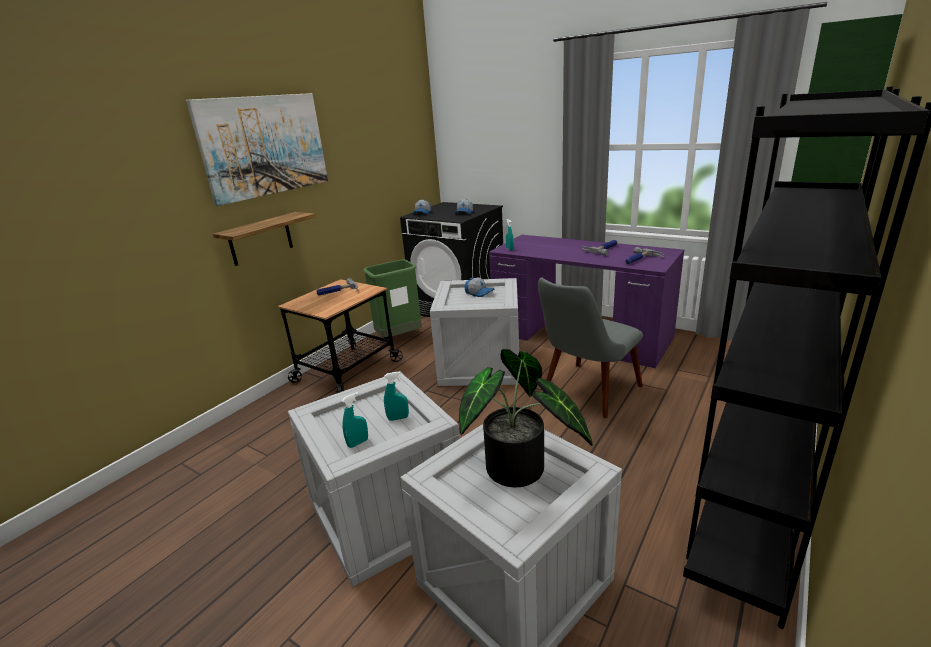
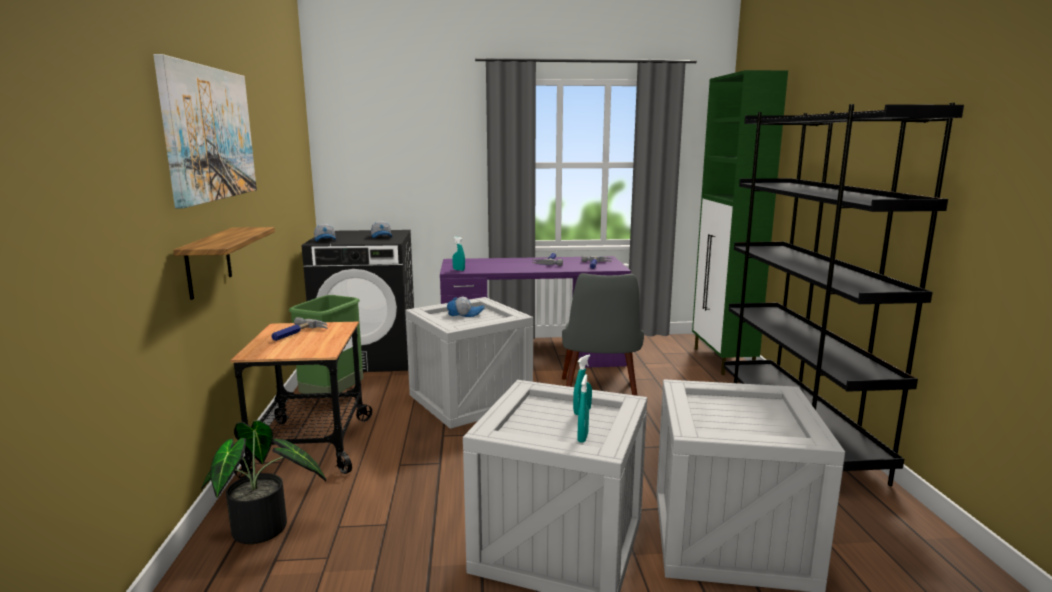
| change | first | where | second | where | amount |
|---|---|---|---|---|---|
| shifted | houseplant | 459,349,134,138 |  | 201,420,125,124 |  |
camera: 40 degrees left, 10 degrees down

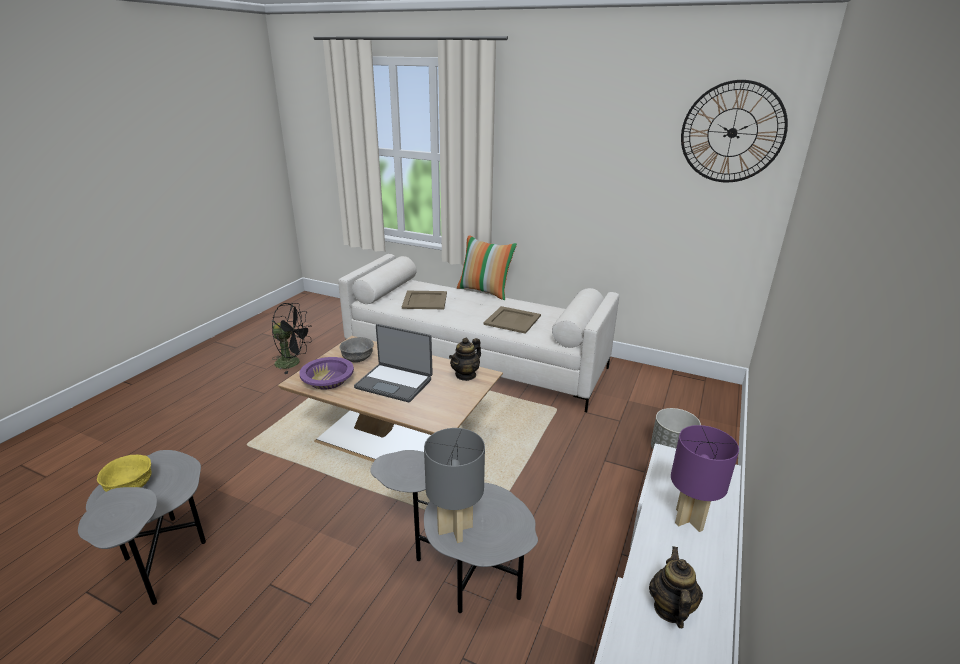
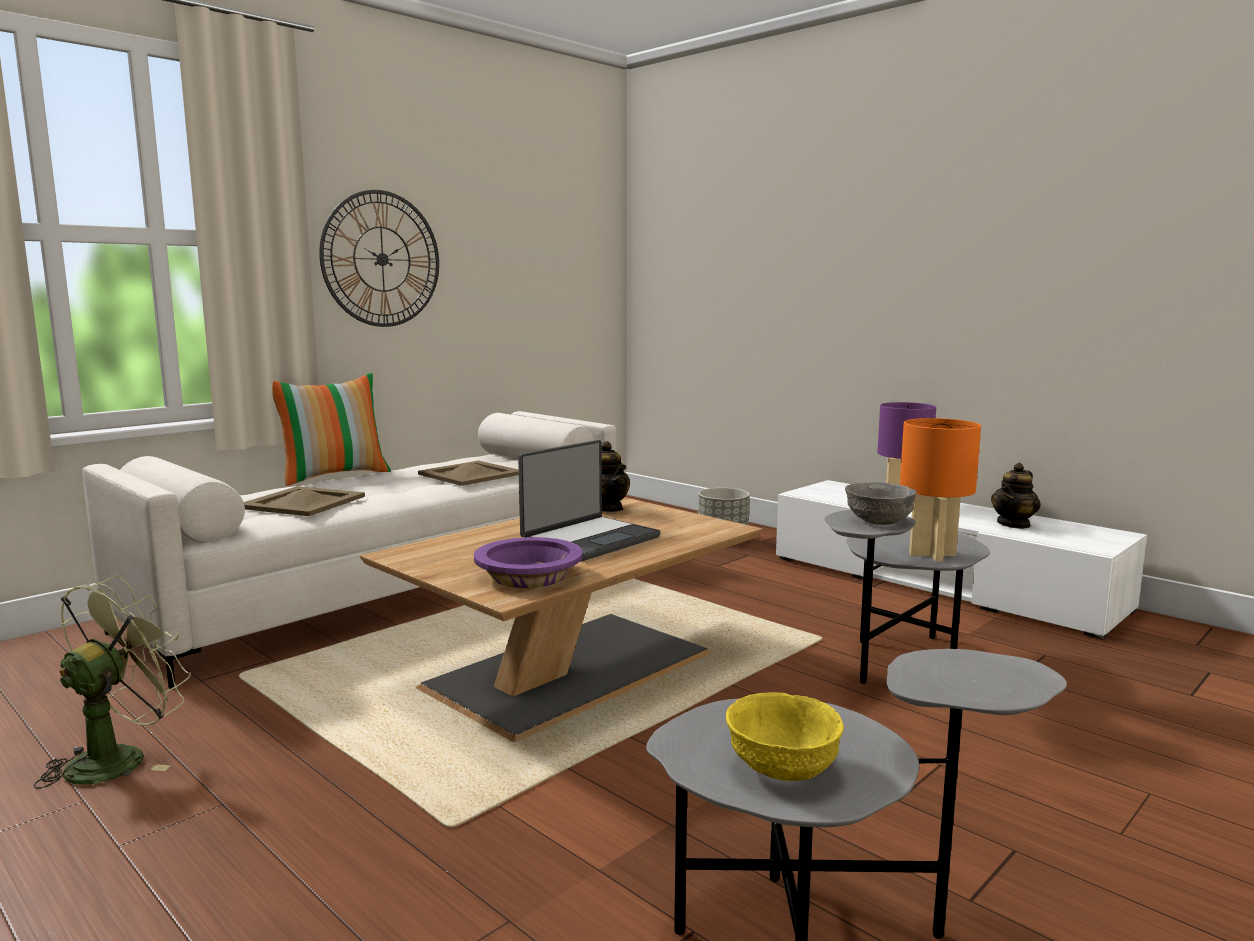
| change | first | where | second | where | amount |
|---|---|---|---|---|---|
| repainted | black-coloured electric fan | 272,303,40,71 | green electric fan | 34,575,157,214 |  |
| shifted | wall clock | 681,80,107,102 |  | 319,190,120,137 |  |
| shifted | greyish deep dish | 339,337,35,26 |  | 845,482,71,43 |  |
| repainted | greyish table lamp | 424,428,61,115 | orange table lamp | 900,418,81,144 |  |
| rotated | pot for tea | 649,546,54,82 |  | 991,463,50,66 | 75 degrees counterclockwise |
camera: 70 degrees left, 15 degrees down

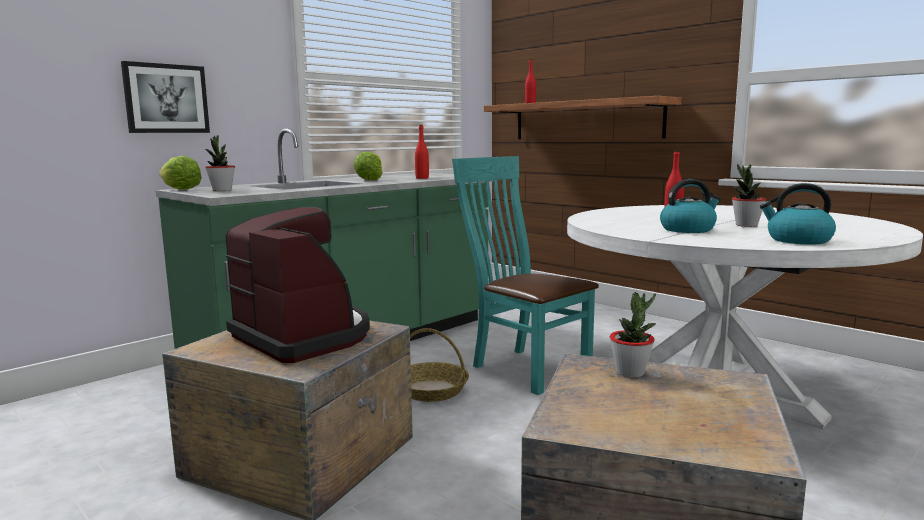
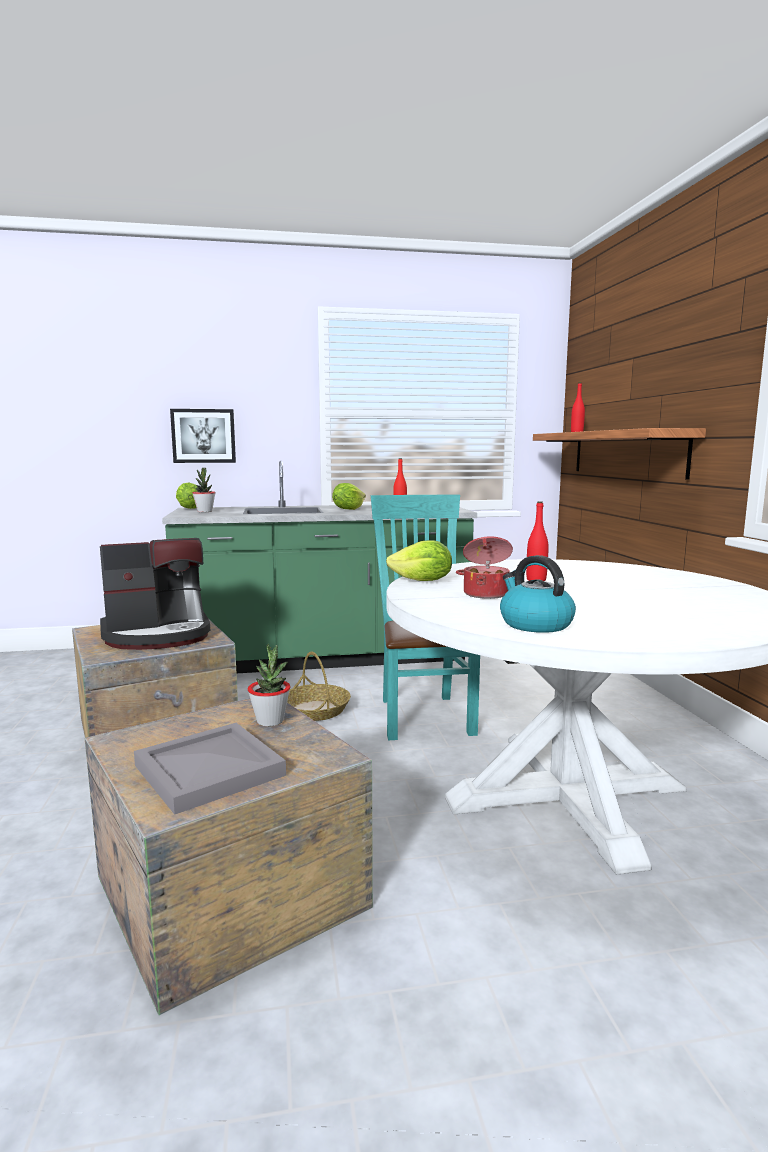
| change | first | where | second | where | amount |
|---|---|---|---|---|---|
| rotated | coffee maker | 225,207,145,156 |  | 100,538,110,112 | 75 degrees clockwise |
| new |  |  | greyish carrying tray | 134,723,152,92 |  |
| new |  |  | lettuce head | 386,540,66,41 |  |
| swapped | kettle | 660,179,61,54 | stockpot | 456,537,57,62 |  |
| gone | houseplant | 732,164,34,63 |  |  |  |
camera: 35 degrees right, 0 degrees up

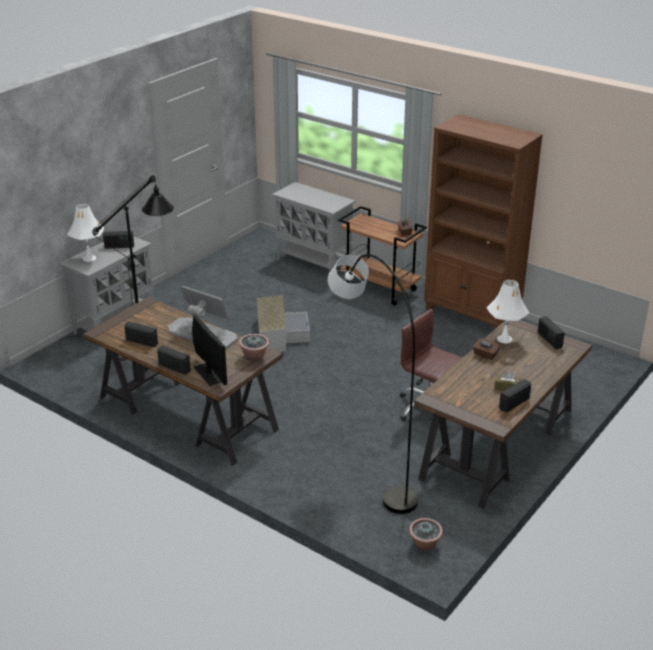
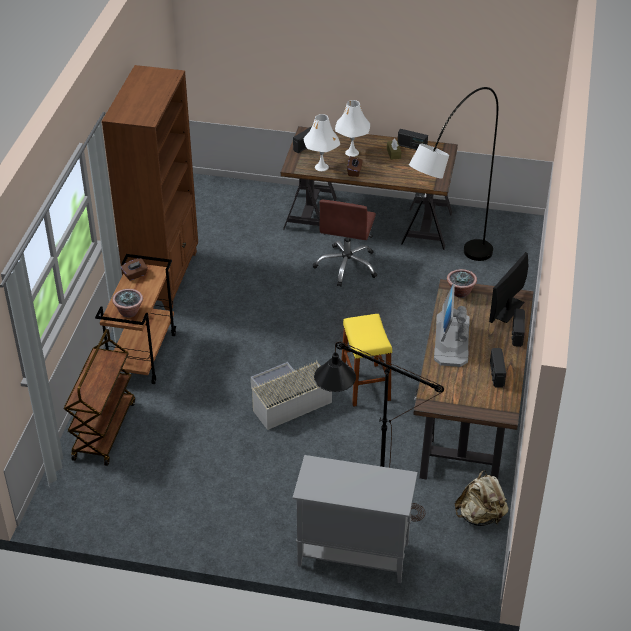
| change | first | where | second | where | amount |
|---|---|---|---|---|---|
| swapped | greyish cupboard | 272,182,84,89 | brownish cart | 64,329,71,137 |  |
| shifted | houseplant | 409,518,34,33 |  | 112,289,31,29 |  |
| shifted | whitish table lamp | 67,204,37,58 |  | 335,100,35,57 |  |
| new |  |  | yellow-coloured sitting stool | 341,314,51,93 |  |
| new |  |  | sand-coloured knapsack | 455,470,54,56 |  |
| gone | radio receiver | 103,231,31,18 |  |  |  |
camera: 115 degrees left, 10 degrees up

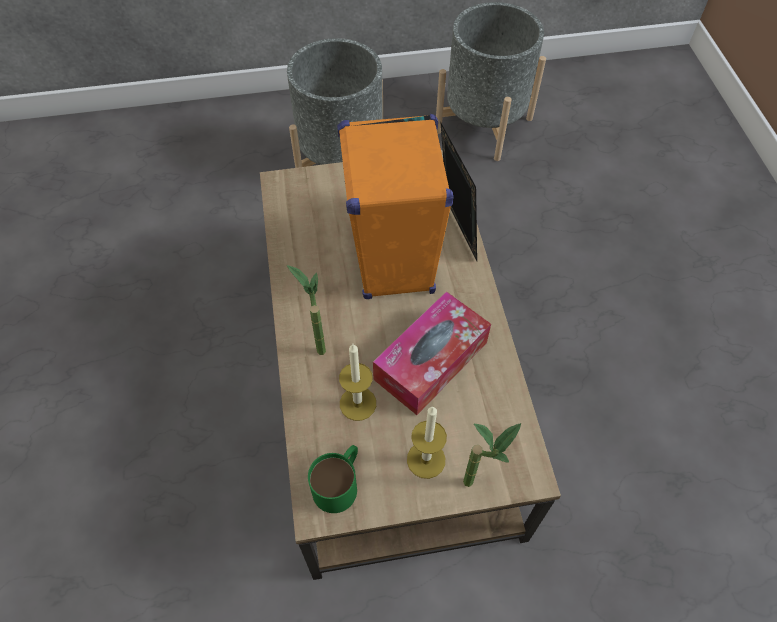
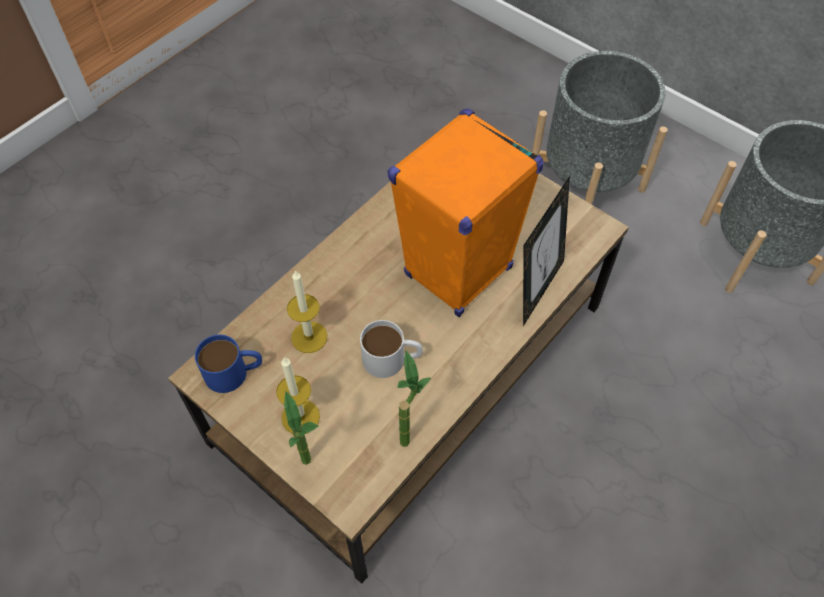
| change | first | where | second | where | amount |
|---|---|---|---|---|---|
| repainted | green mug | 308,445,50,68 | blue-coloured mug | 195,335,67,58 |  |
| swapped | tissue holder | 373,291,118,124 | whitish mug | 360,320,63,58 |  |
| shifted | houseplant | 287,265,39,90 |  | 398,351,33,96 |  |
camera: 50 degrees right, 0 degrees up

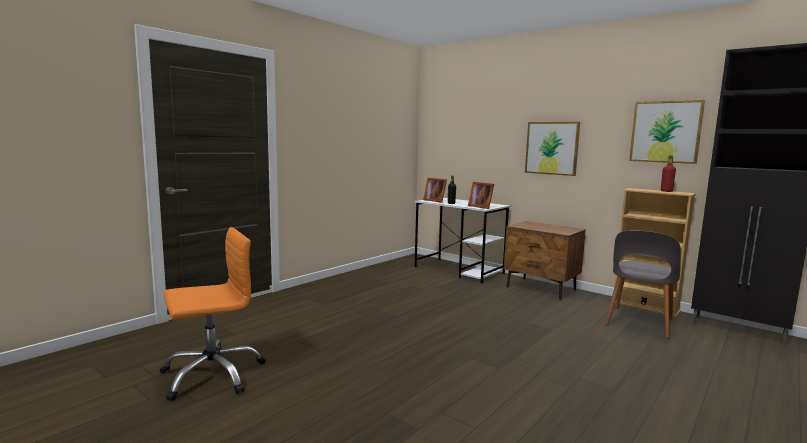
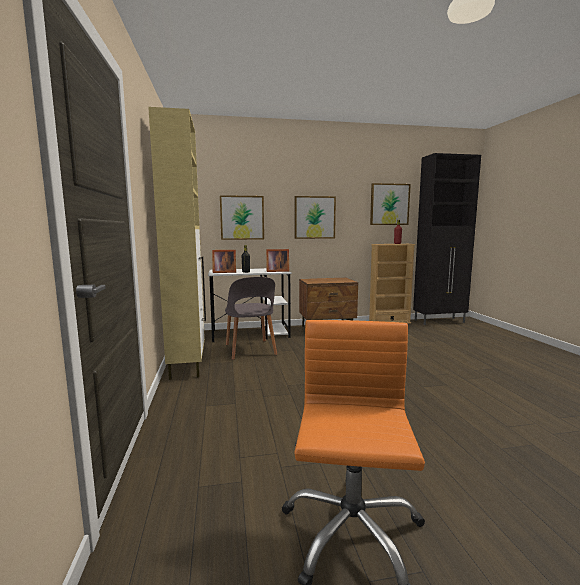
| change | first | where | second | where | amount |
|---|---|---|---|---|---|
| new |  |  | sand-coloured cupboard | 148,107,58,273 |  |
| new |  |  | picture | 220,195,44,45 |  |
| shifted | greyish upright chair | 605,230,76,108 |  | 225,277,52,83 |  |
camera: 50 degrees left, 0 degrees up

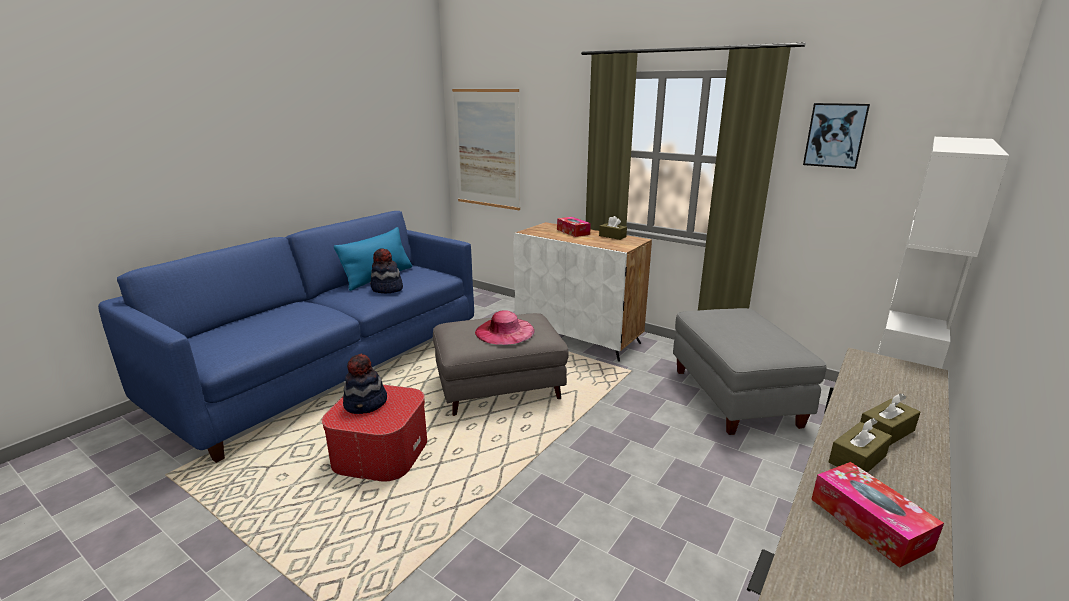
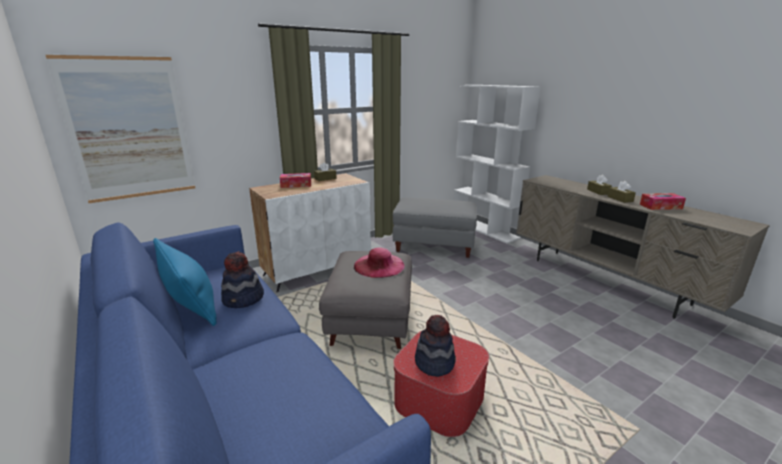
| change | first | where | second | where | amount |
|---|---|---|---|---|---|
| gone | picture | 803,103,67,66 |  |  |  |
camera: 70 degrees left, 0 degrees up

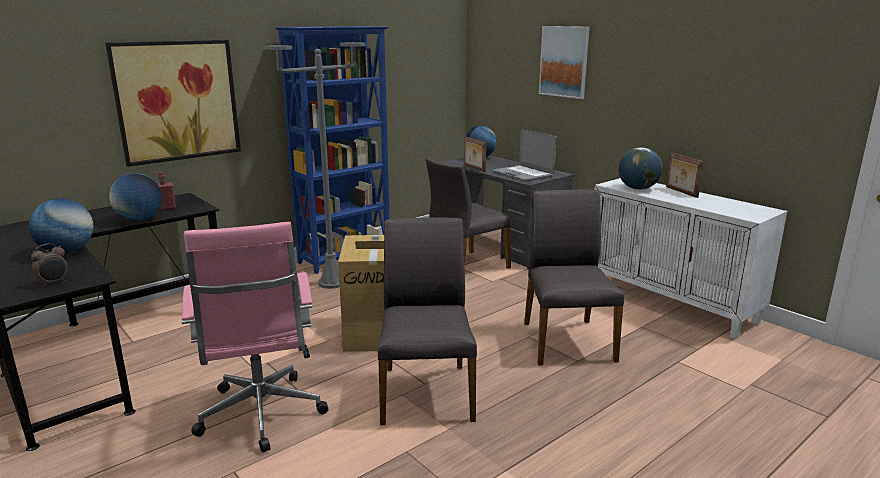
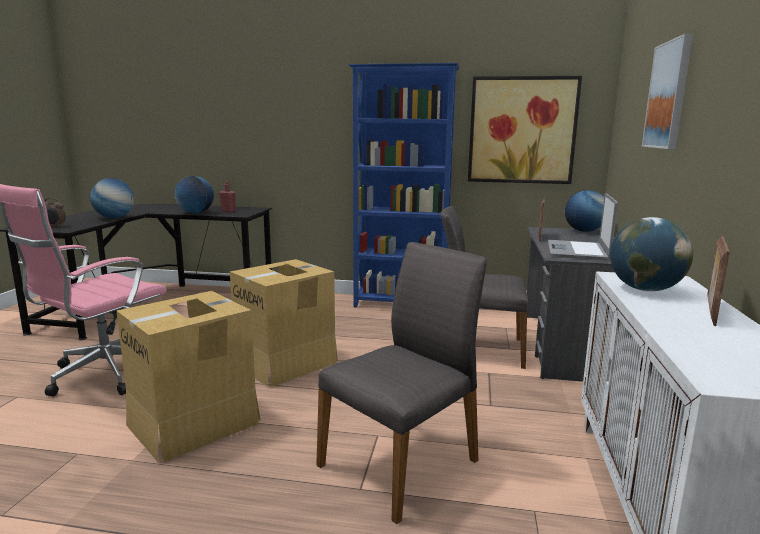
| change | first | where | second | where | amount |
|---|---|---|---|---|---|
| swapped | greyish upright chair | 378,217,99,208 | packing box | 116,291,145,171 |  |
| shifted | picture | 105,40,136,127 |  | 468,76,114,108 |  |
| gone | greyish standard lamp | 264,42,101,247 |  |  |  |
camera: 50 degrees right, 5 degrees down

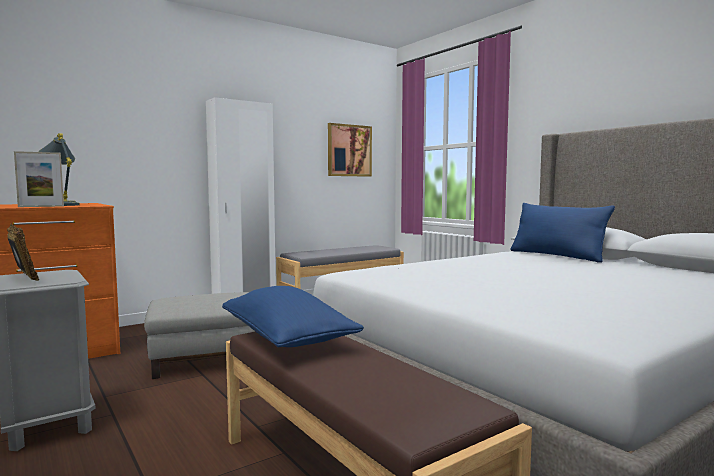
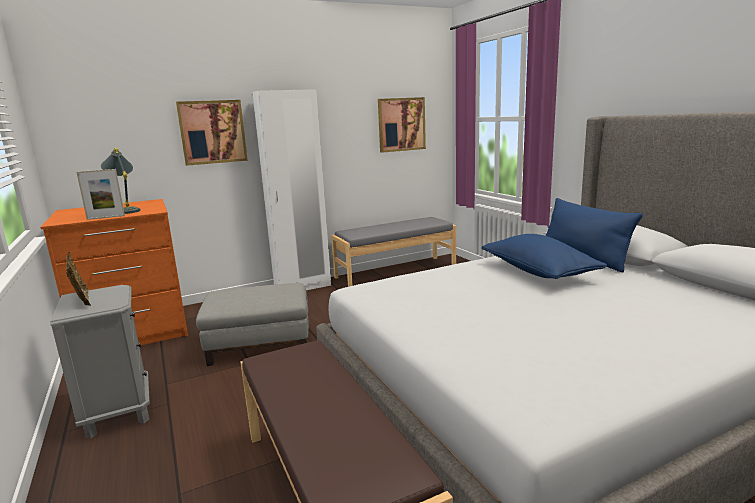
| change | first | where | second | where | amount |
|---|---|---|---|---|---|
| new |  |  | picture | 176,100,72,66 |  |
| shifted | blue-coloured throw pillow | 222,286,142,61 |  | 482,234,125,45 |  |
camera: 10 degrees right, 10 degrees up

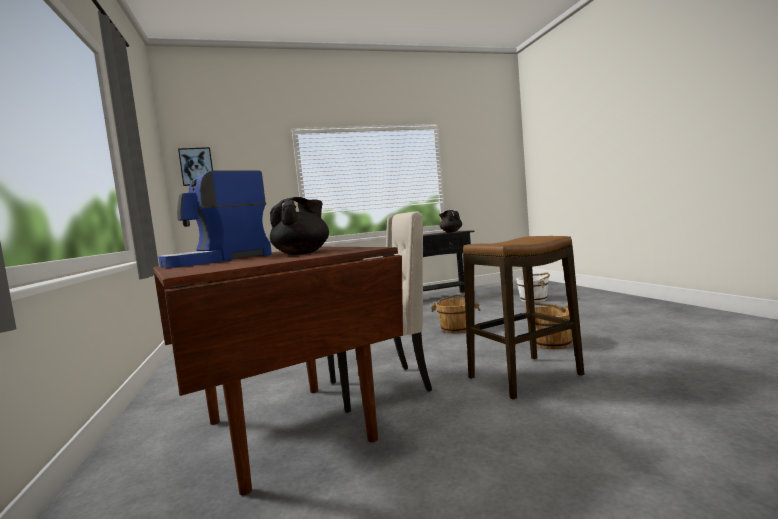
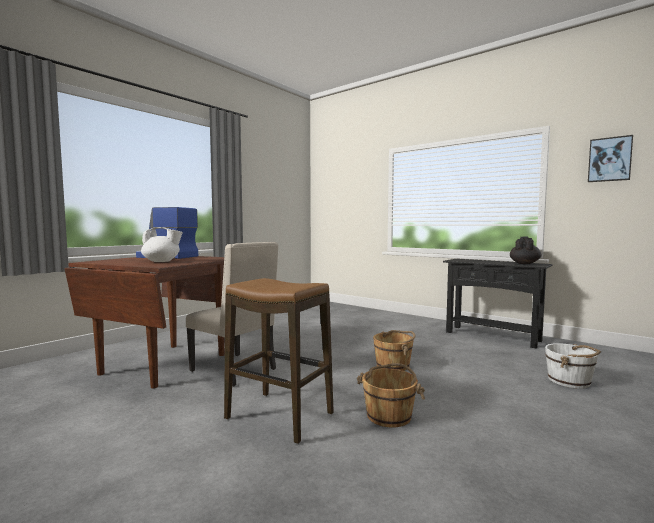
| change | first | where | second | where | amount |
|---|---|---|---|---|---|
| repainted | black-coloured pot for tea | 270,197,59,58 | whitish pot for tea | 141,227,42,35 |  |
| shifted | picture | 178,147,35,39 |  | 588,135,45,47 |  |
camera: 55 degrees right, 0 degrees up

